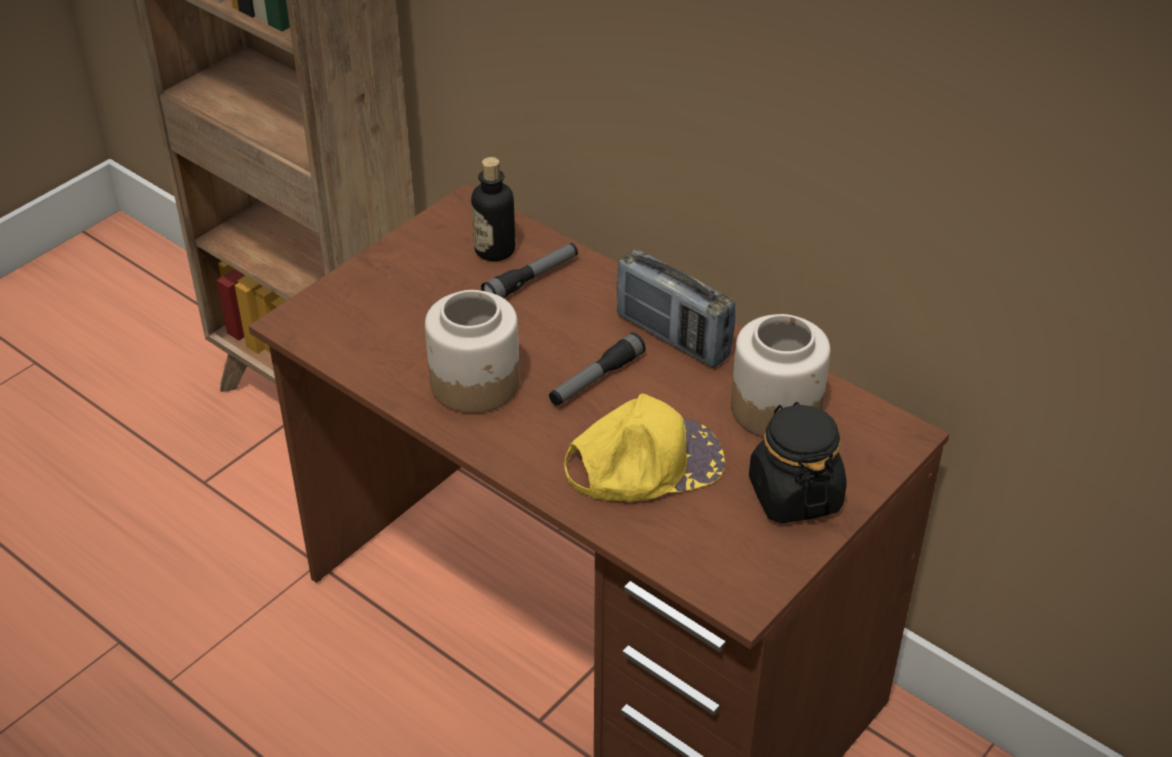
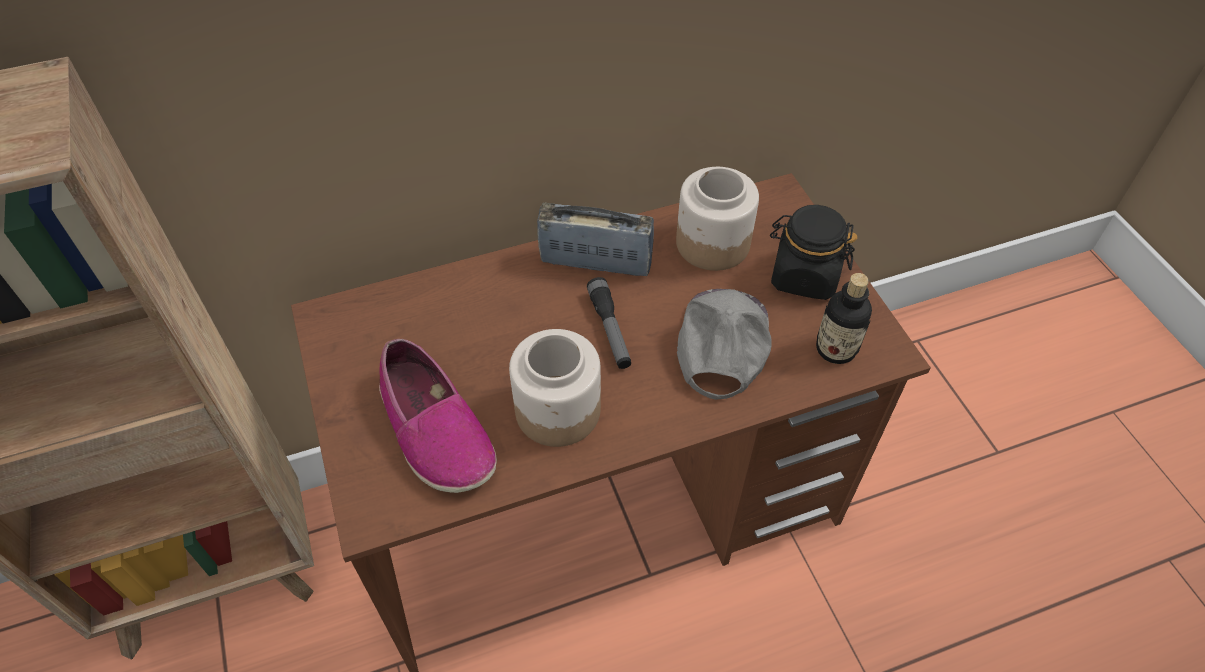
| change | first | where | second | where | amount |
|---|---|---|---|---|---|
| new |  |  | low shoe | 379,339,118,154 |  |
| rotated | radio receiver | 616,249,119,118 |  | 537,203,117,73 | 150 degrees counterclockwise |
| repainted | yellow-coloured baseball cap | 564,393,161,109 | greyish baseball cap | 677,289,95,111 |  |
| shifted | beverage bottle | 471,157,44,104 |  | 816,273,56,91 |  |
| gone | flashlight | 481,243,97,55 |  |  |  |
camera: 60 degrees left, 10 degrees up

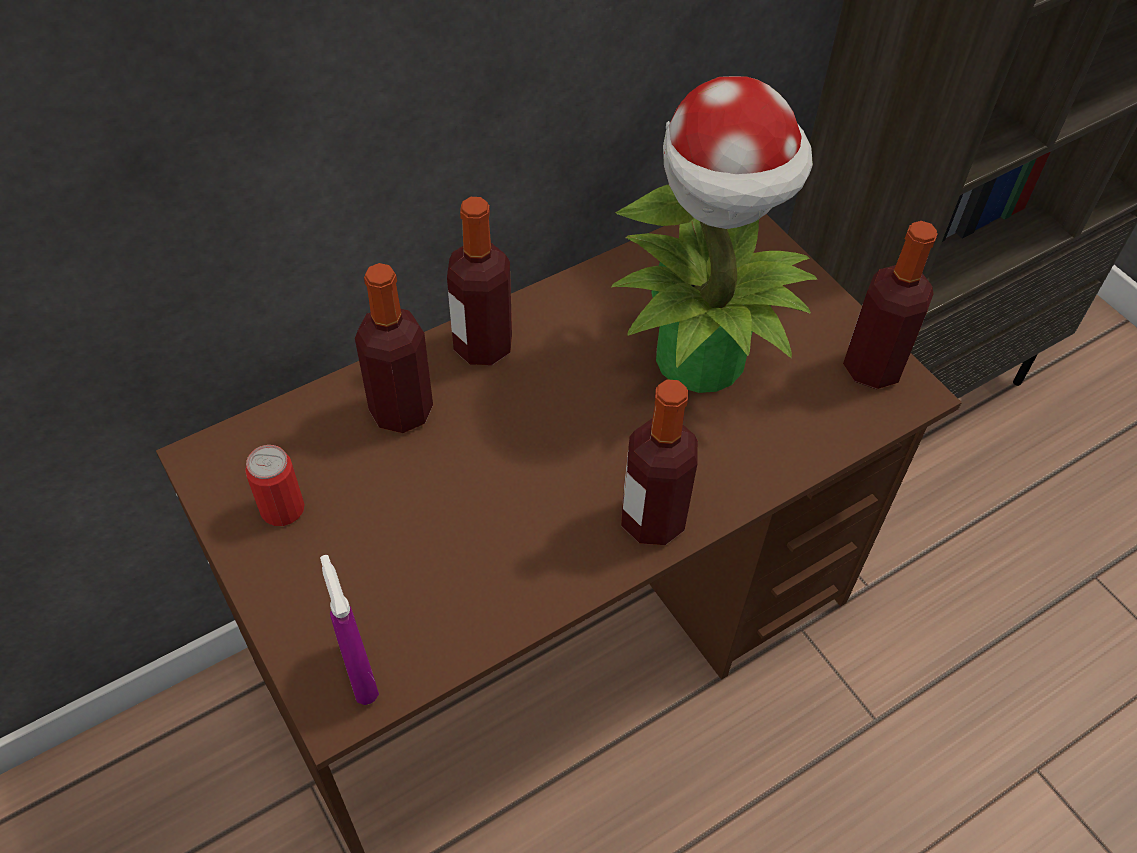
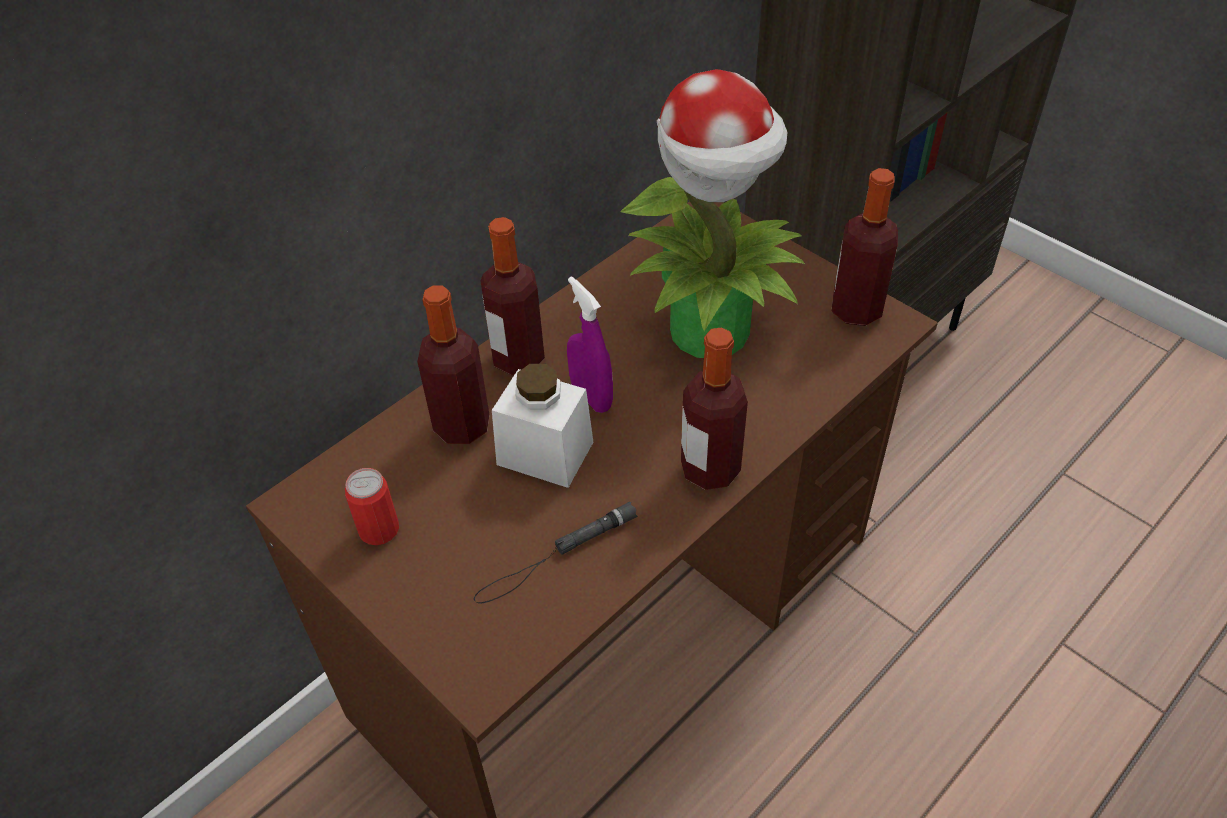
| change | first | where | second | where | amount |
|---|---|---|---|---|---|
| new |  |  | black-coloured flashlight | 474,502,163,102 |  |
| new |  |  | whitish jar | 492,364,101,124 |  |
| shifted | purplish spray bottle | 320,555,59,150 |  | 567,276,46,137 |  |
camera: 10 degrees left, 5 degrees down

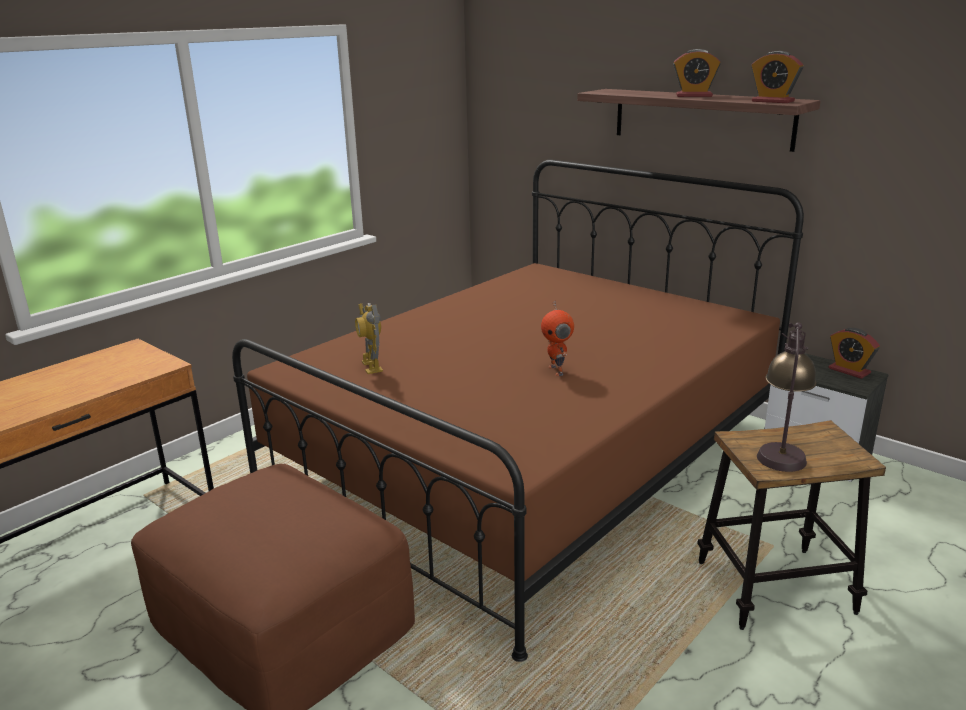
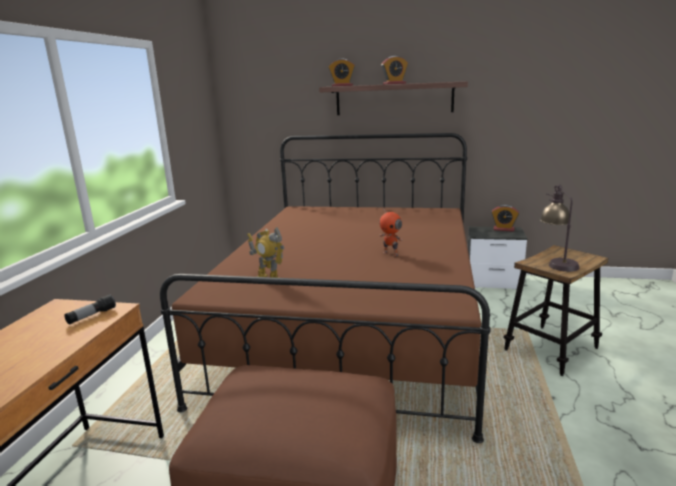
| change | first | where | second | where | amount |
|---|---|---|---|---|---|
| new |  |  | flashlight | 64,294,52,30 |  |
| shifted | alarm clock | 751,51,52,52 |  | 329,58,26,28 |  |
camera: 30 degrees left, 5 degrees down

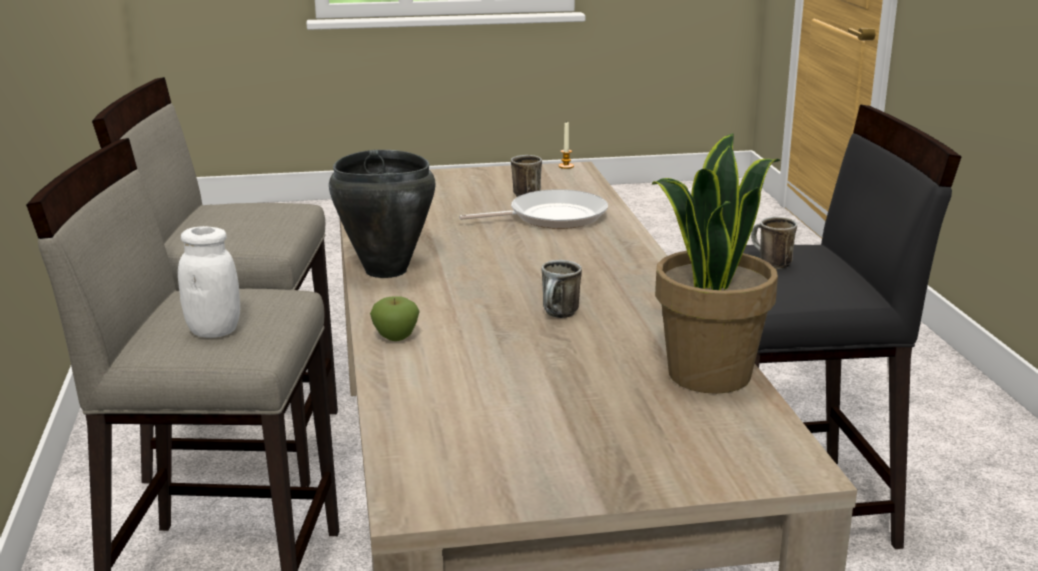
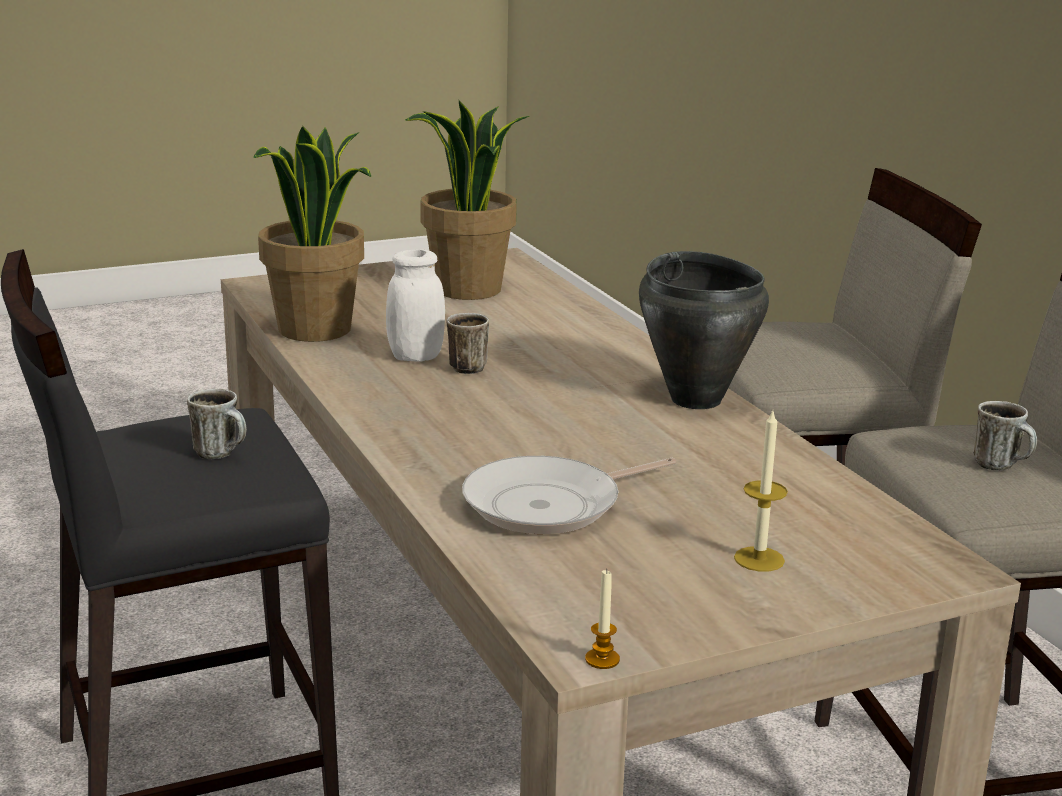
| change | first | where | second | where | amount |
|---|---|---|---|---|---|
| shifted | whitish jar | 178,226,62,112 |  | 386,249,59,113 |  |
| new |  |  | houseplant | 405,100,124,200 |  |
| new |  |  | wax light | 734,411,54,161 |  |
| shifted | mug | 511,155,31,42 |  | 974,401,63,70 |  |
| gone | apple fruit | 370,296,50,45 |  |  |  |
camera: 165 degrees right, 0 degrees up

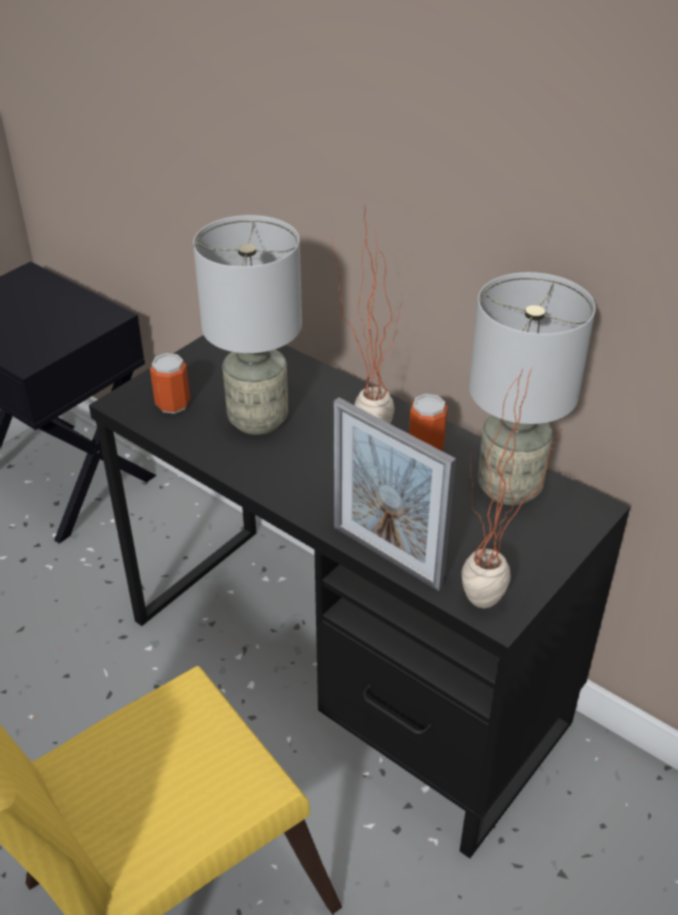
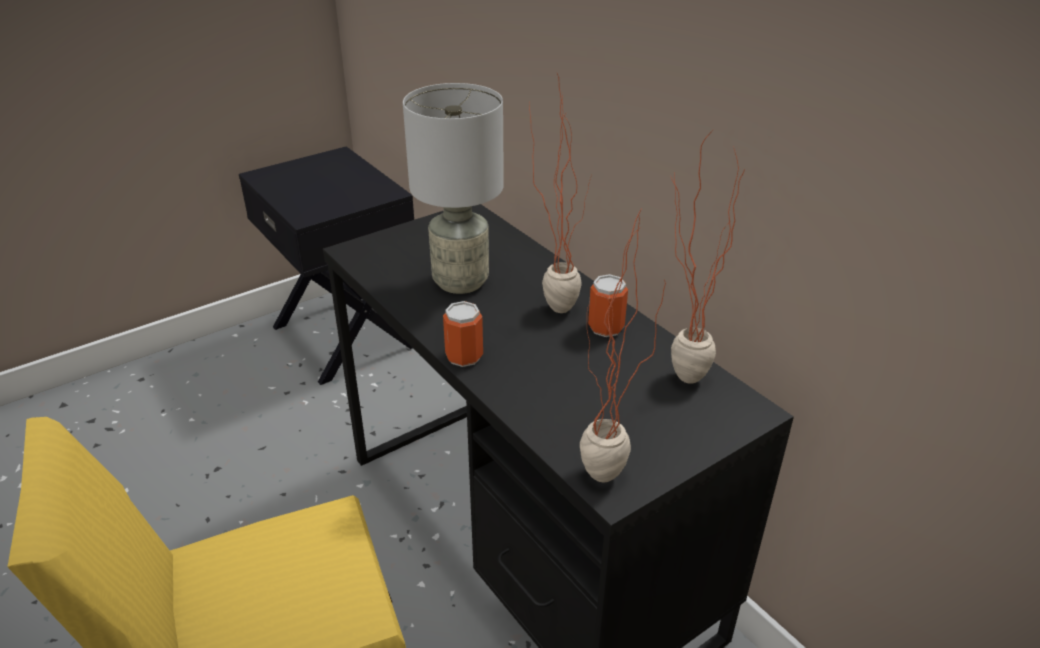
| change | first | where | second | where | amount |
|---|---|---|---|---|---|
| shifted | can | 150,353,40,61 |  | 443,301,40,66 |  |
| swapped | greyish table lamp | 469,272,127,233 | houseplant | 671,128,74,256 |  |
| gone | standing frame | 334,397,122,194 |  |  |  |
camera: 15 degrees right, 5 degrees down

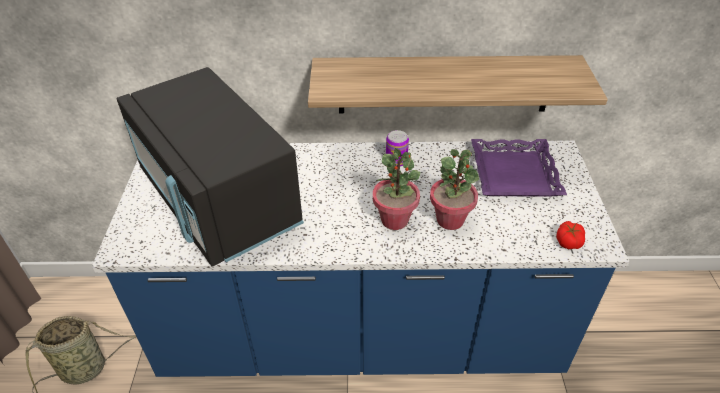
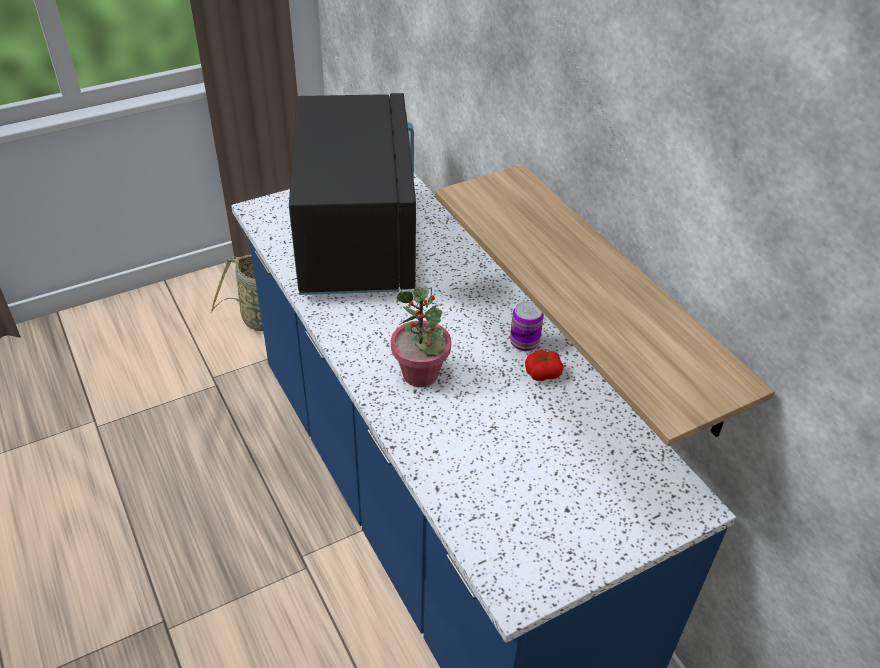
| change | first | where | second | where | amount |
|---|---|---|---|---|---|
| rotated | black-coloured kitchen microwave | 117,67,187,199 |  | 289,93,127,202 | 150 degrees clockwise |
| shifted | tomato | 556,221,29,28 |  | 525,350,38,31 |  |
| gone | houseplant | 430,149,49,81 |  |  |  |
| gone | purplish carrying tray | 471,139,96,57 |  |  |  |
camera: 60 degrees right, 0 degrees up

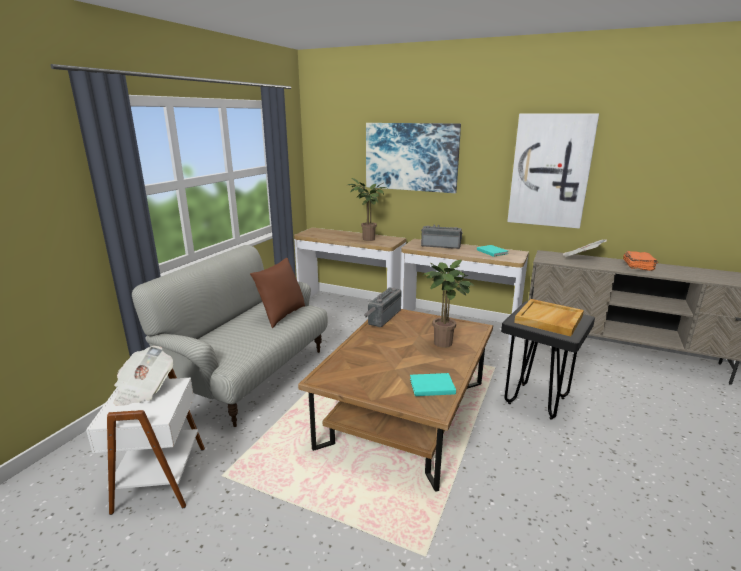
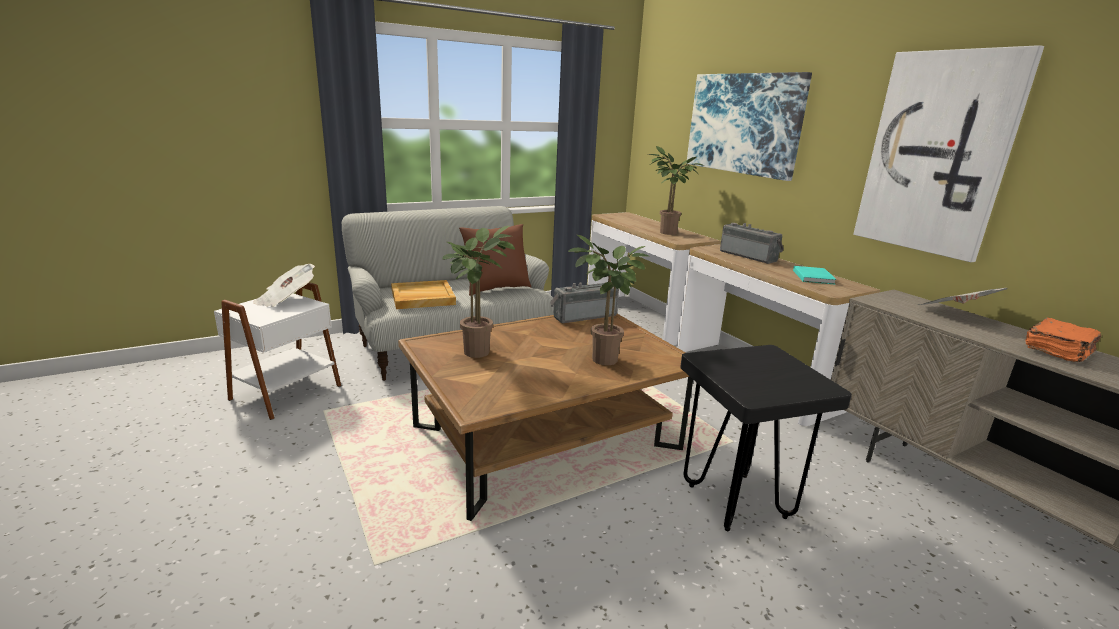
| change | first | where | second | where | amount |
|---|---|---|---|---|---|
| shifted | sand-coloured carrying tray | 514,299,70,37 |  | 391,280,65,29 |  |
| new |  |  | houseplant | 442,226,73,132 |  |
| gone | turquoise-coloured bound book | 410,373,46,23 |  |  |  |
camera: 35 degrees right, 0 degrees up

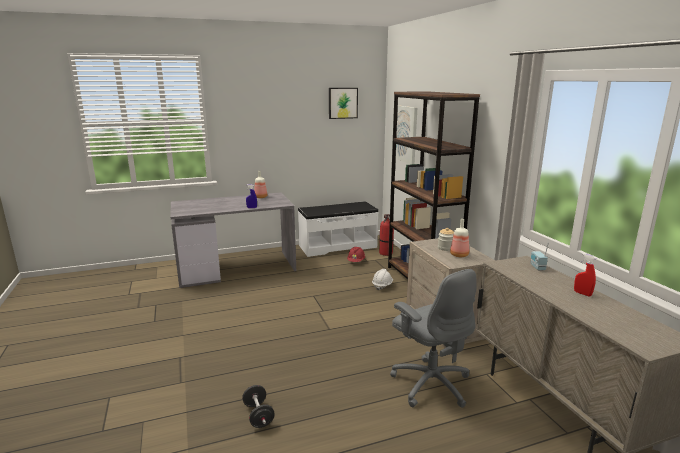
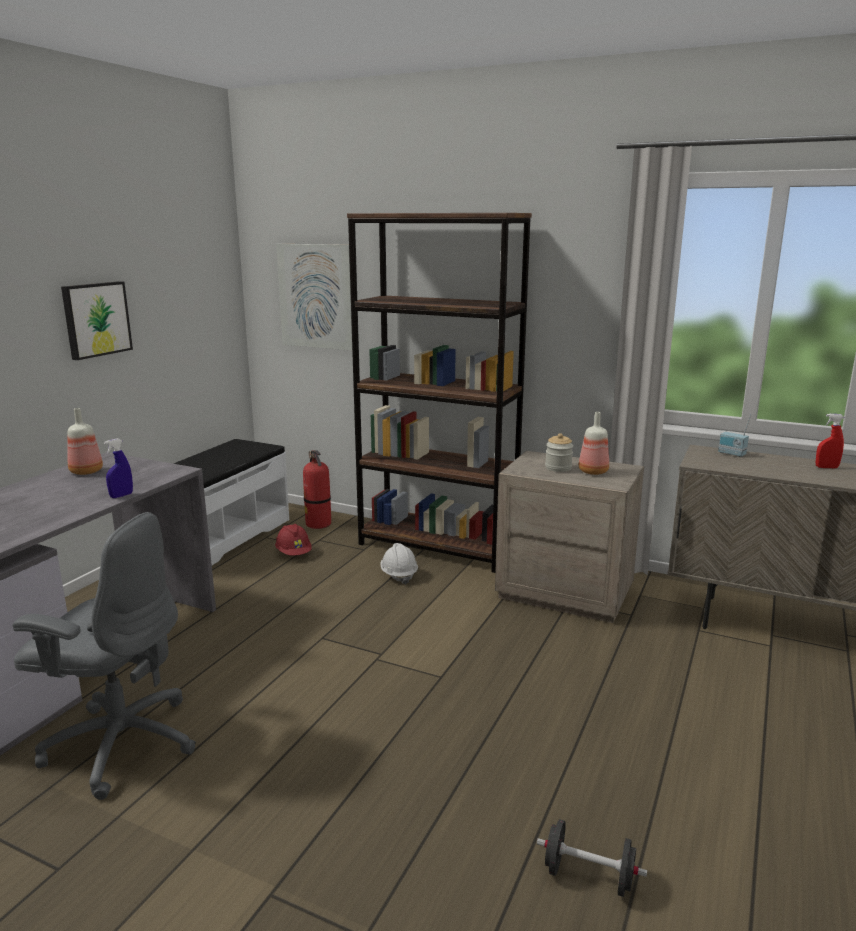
| change | first | where | second | where | amount |
|---|---|---|---|---|---|
| shifted | greyish desk chair | 390,269,87,139 |  | 13,512,183,288 |  |
| shifted | picture | 329,88,29,31 |  | 61,281,72,79 |  |
camera: 45 degrees left, 0 degrees up

